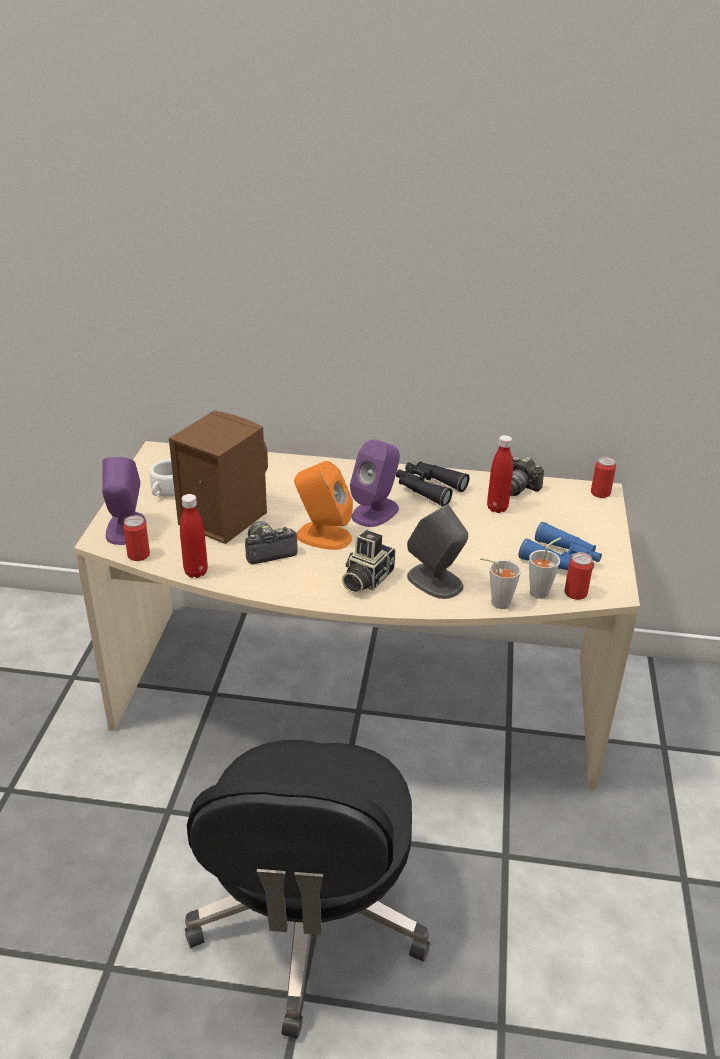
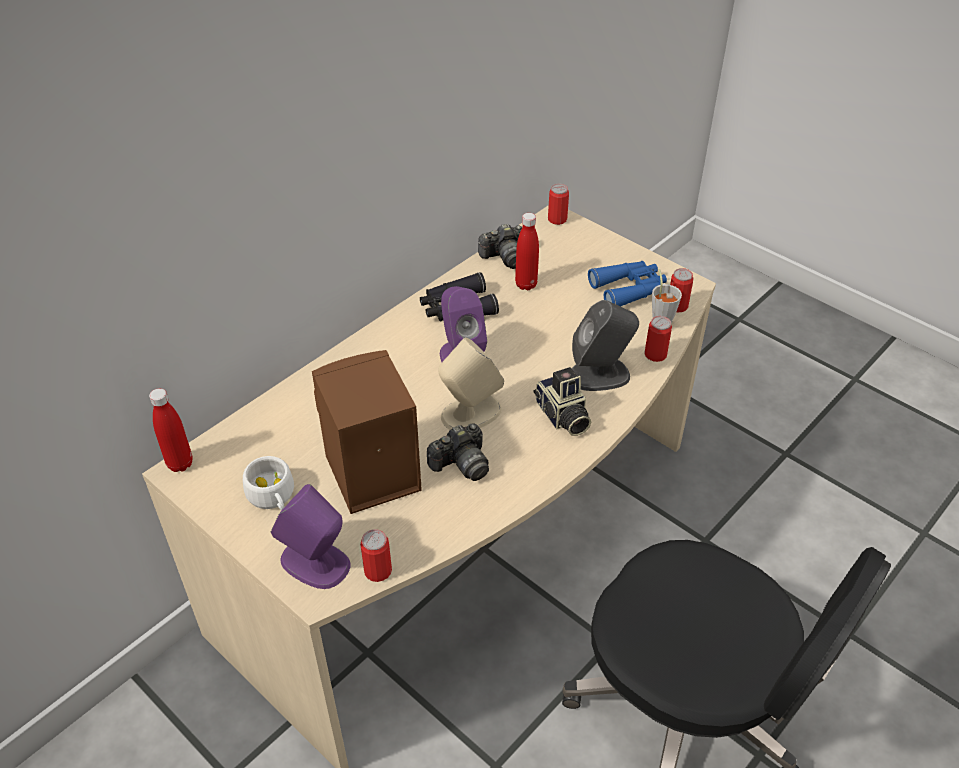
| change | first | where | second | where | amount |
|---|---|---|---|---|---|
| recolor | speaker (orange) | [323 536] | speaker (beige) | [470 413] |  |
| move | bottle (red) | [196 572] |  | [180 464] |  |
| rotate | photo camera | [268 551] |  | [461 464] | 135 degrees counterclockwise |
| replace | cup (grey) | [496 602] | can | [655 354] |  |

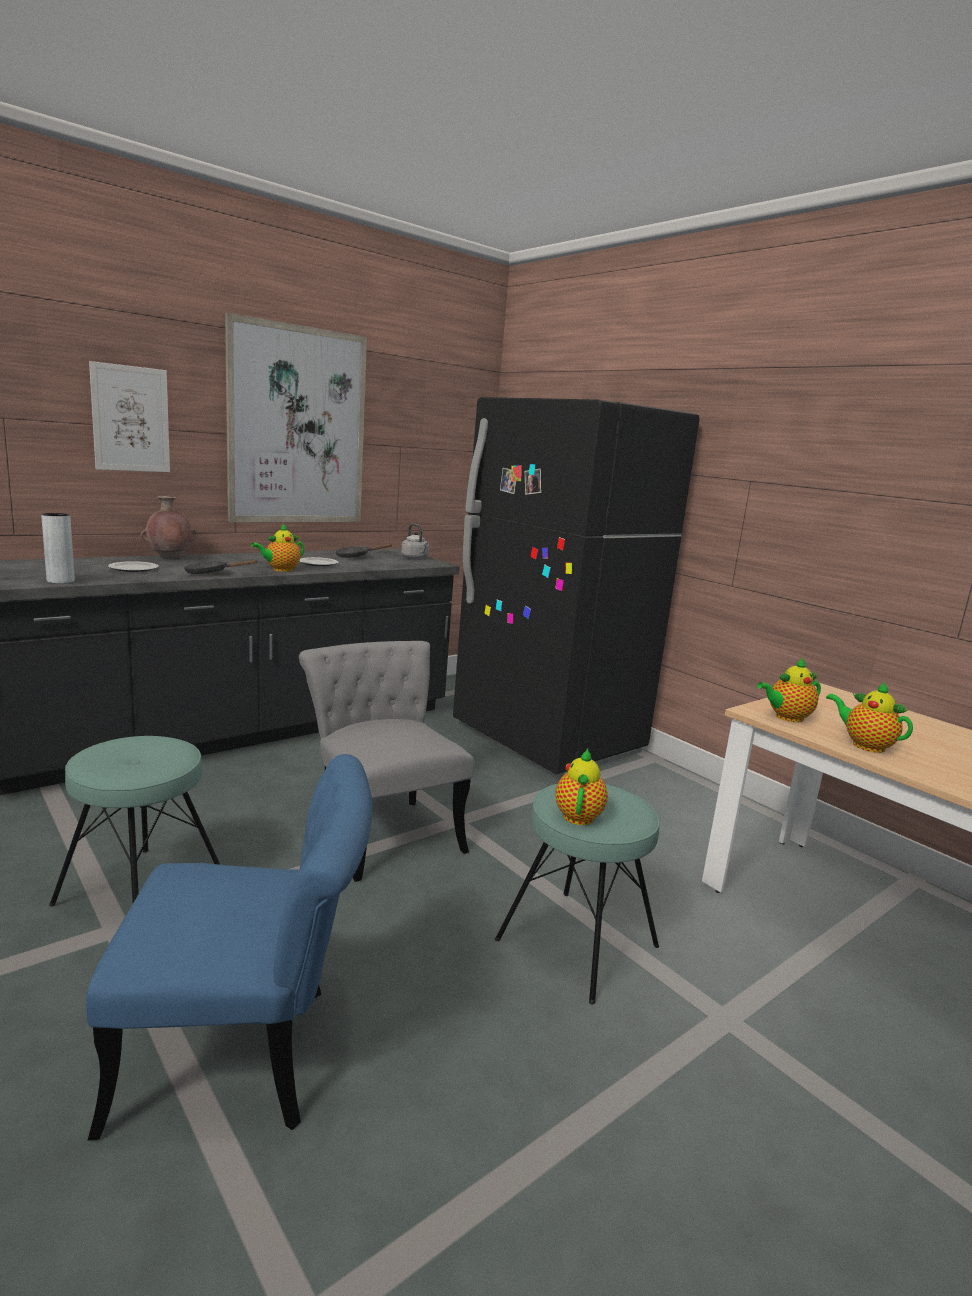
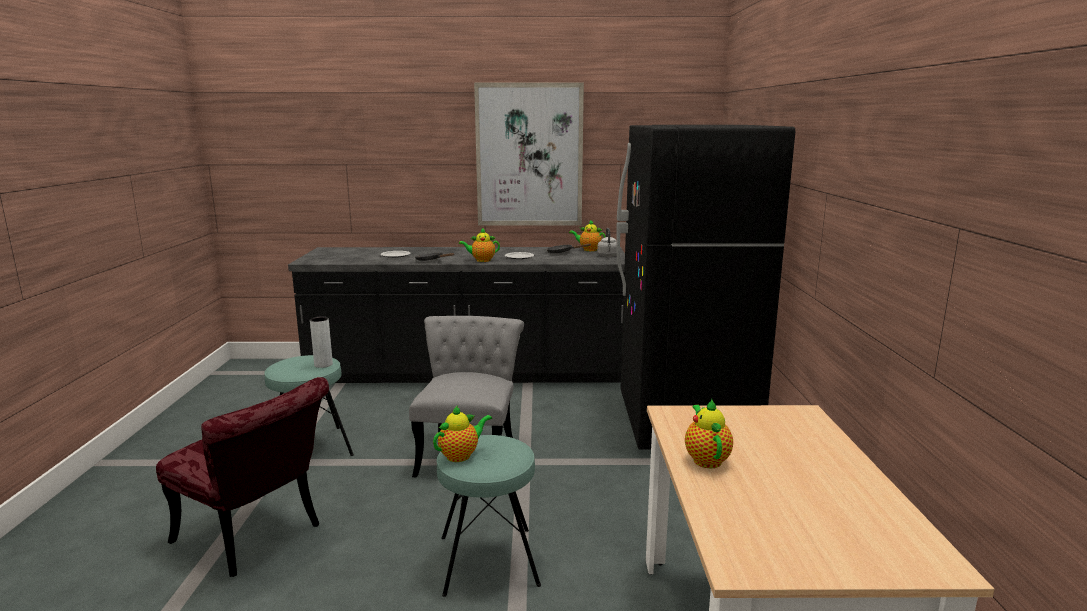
| change | first | where | second | where | amount |
|---|---|---|---|---|---|
| delete | picture | [131 419] |  |  |  |
| delete | vase (brown) | [170 558] |  |  |  |
| move | vase (grey) | [60 581] |  | [323 364] |  |
| move | teapot | [786 717] |  | [588 250] |  |
| recolor | chair (blue) | [248 1054] | chair (red) | [257 538] |  |

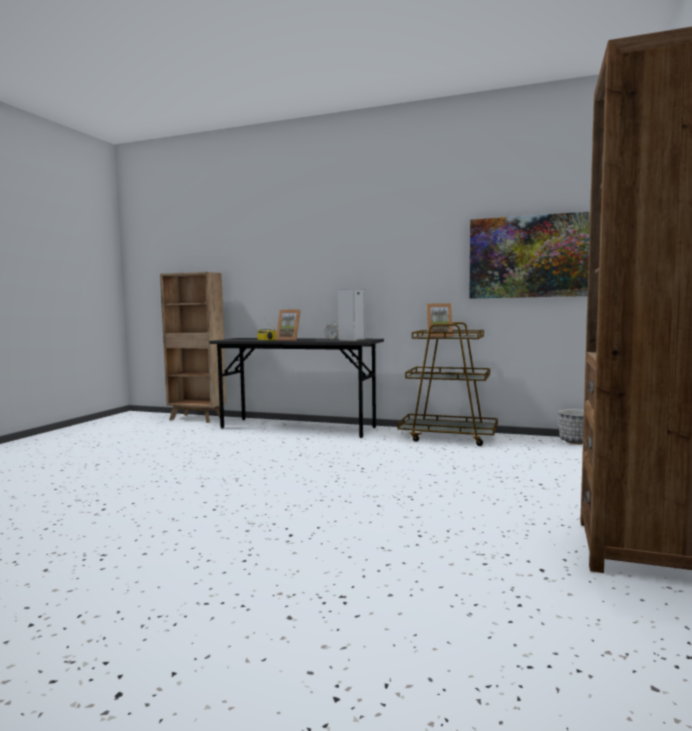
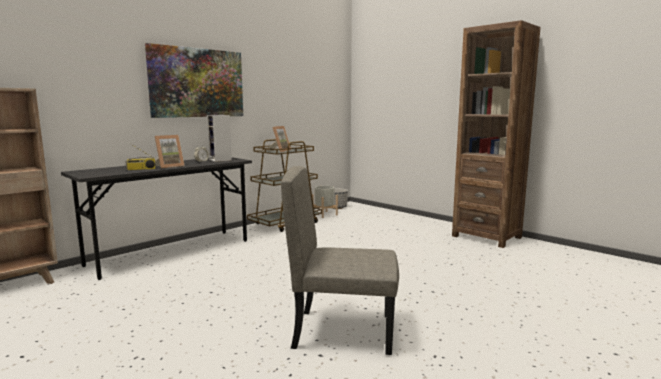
| change | first | where | second | where | amount |
|---|---|---|---|---|---|
| move | picture | [531 257] |  | [197 83] |  |
| insert |  |  | chair (beige) | [343 331] |  |
| insert |  |  | planter (grey) | [324 214] |  |

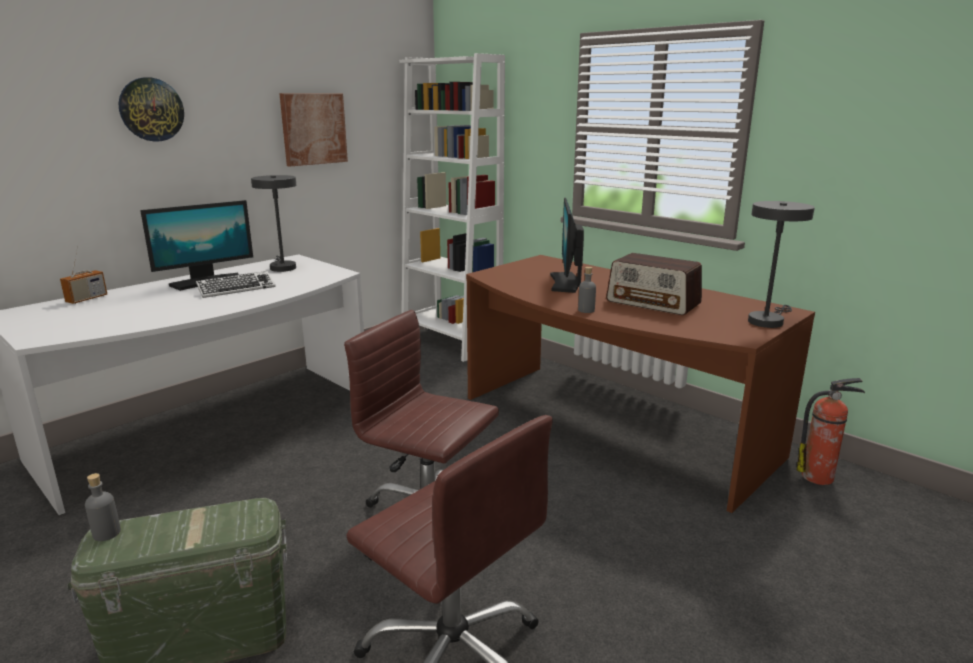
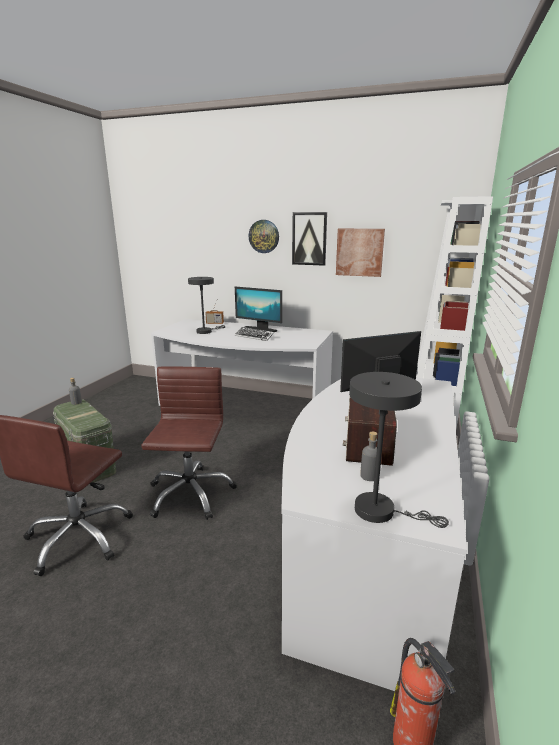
| change | first | where | second | where | amount |
|---|---|---|---|---|---|
| move | table lamp (grey) | [282 267] |  | [206 331] |  |
| recolor | desk (brown) | [608 428] | desk (white) | [369 542] |  |
| move | bottle (grey) | [586 310] |  | [369 476] |  |
| insert |  |  | picture | [309 239] |  |

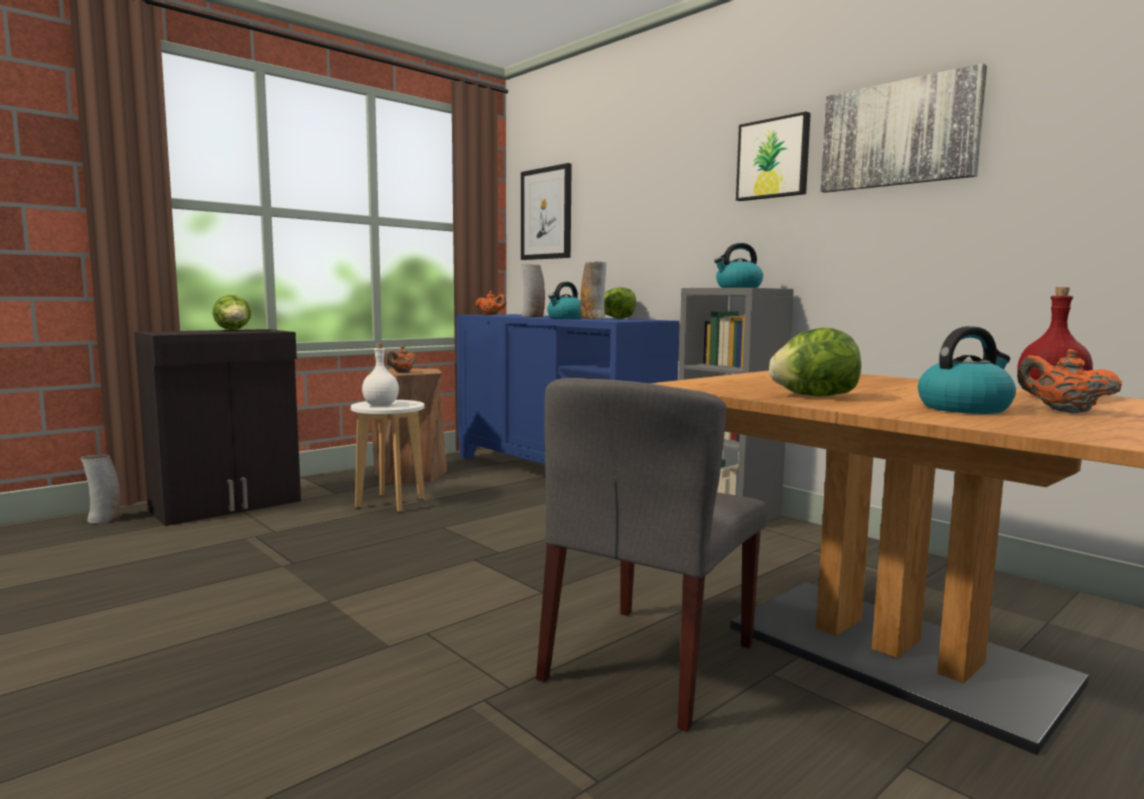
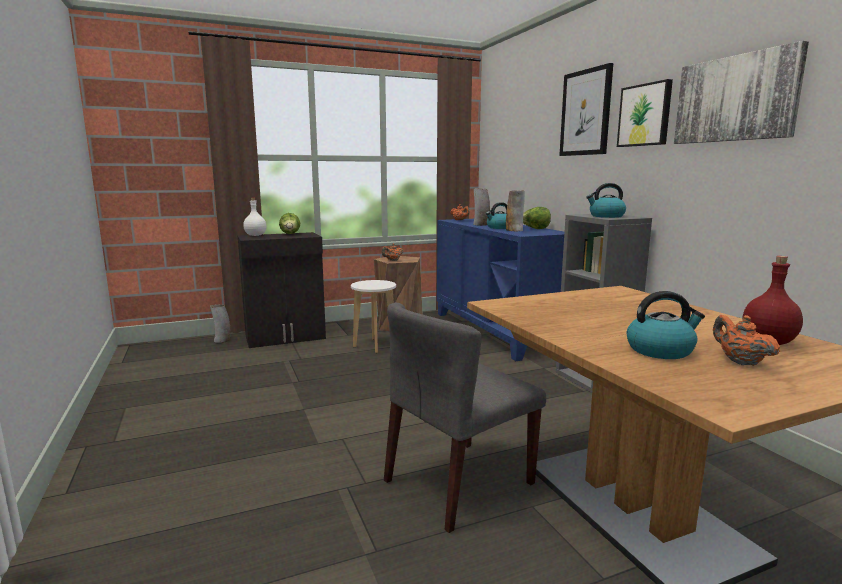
| change | first | where | second | where | amount |
|---|---|---|---|---|---|
| move | picture | [546 214] |  | [586 113] |  |
| delete | lettuce | [814 396] |  |  |  |
| move | bottle (white) | [381 405] |  | [255 235] |  |

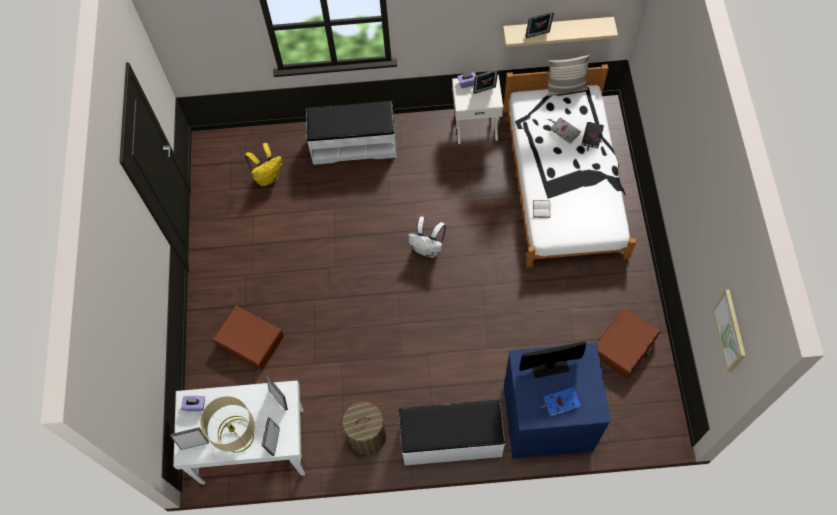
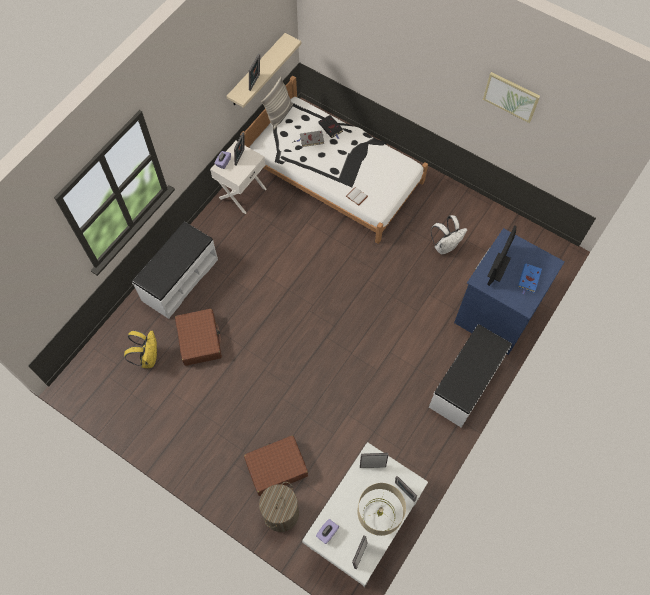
| change | first | where | second | where | amount |
|---|---|---|---|---|---|
| move | backpack (white) | [428 249] |  | [445 246] |  |
| move | picture | [730 331] |  | [511 96] |  |
| move | suitcase (brown) | [624 346] |  | [199 340] |  |
| move | laundry basket | [367 436] |  | [281 513] |  |

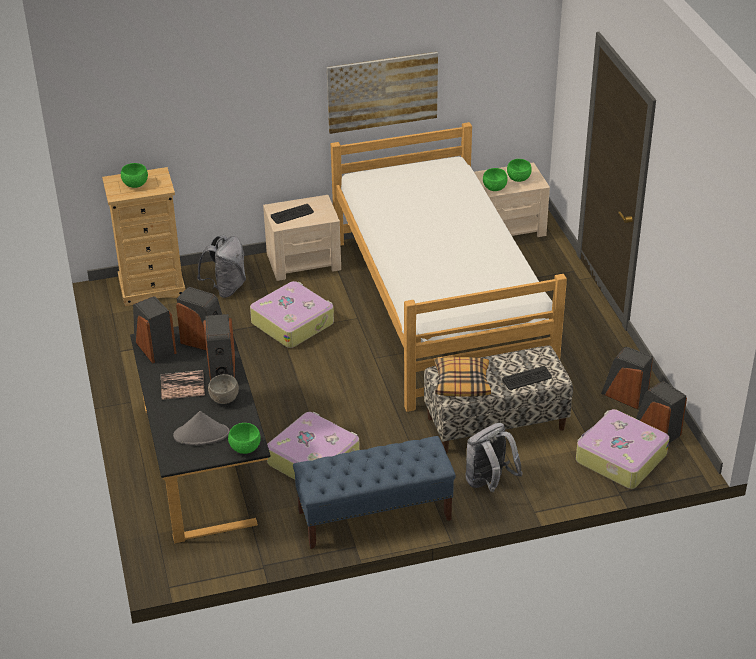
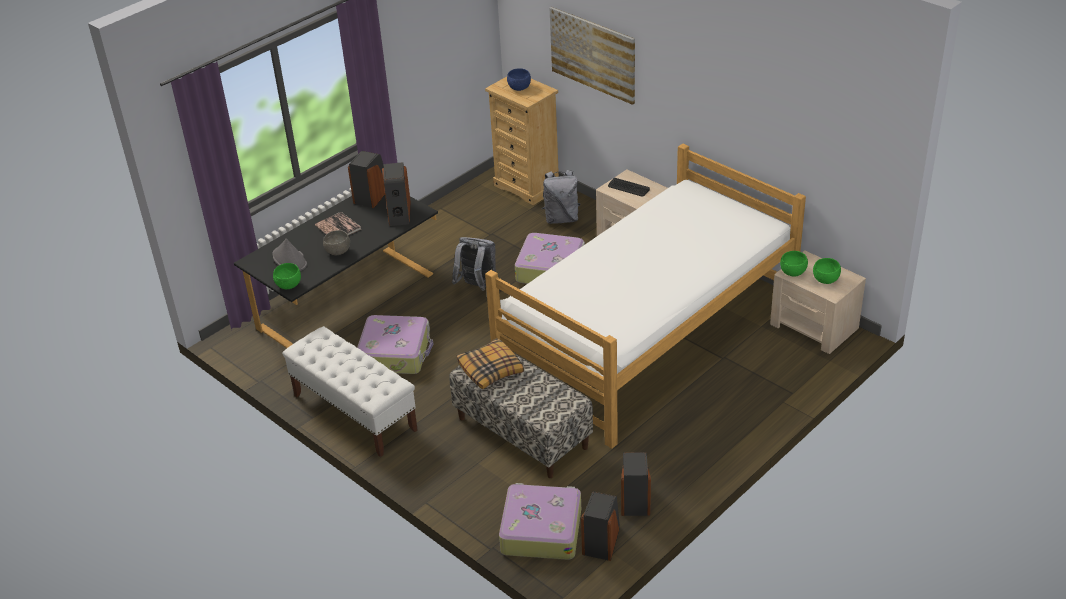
| change | first | where | second | where | amount |
|---|---|---|---|---|---|
| move | picture | [382 92] |  | [592 54] |  |
| recolor | bowl (green) | [135 185] | bowl (blue) | [519 88] |  |
| delete | speaker | [222 372] |  |  |  |
| delete | keyboard | [527 379] |  |  |  |
| move | backpack (grey) | [489 483] |  | [477 287] |  |
| recolor | bench (blue) | [374 516] | bench (white) | [354 412] |  |

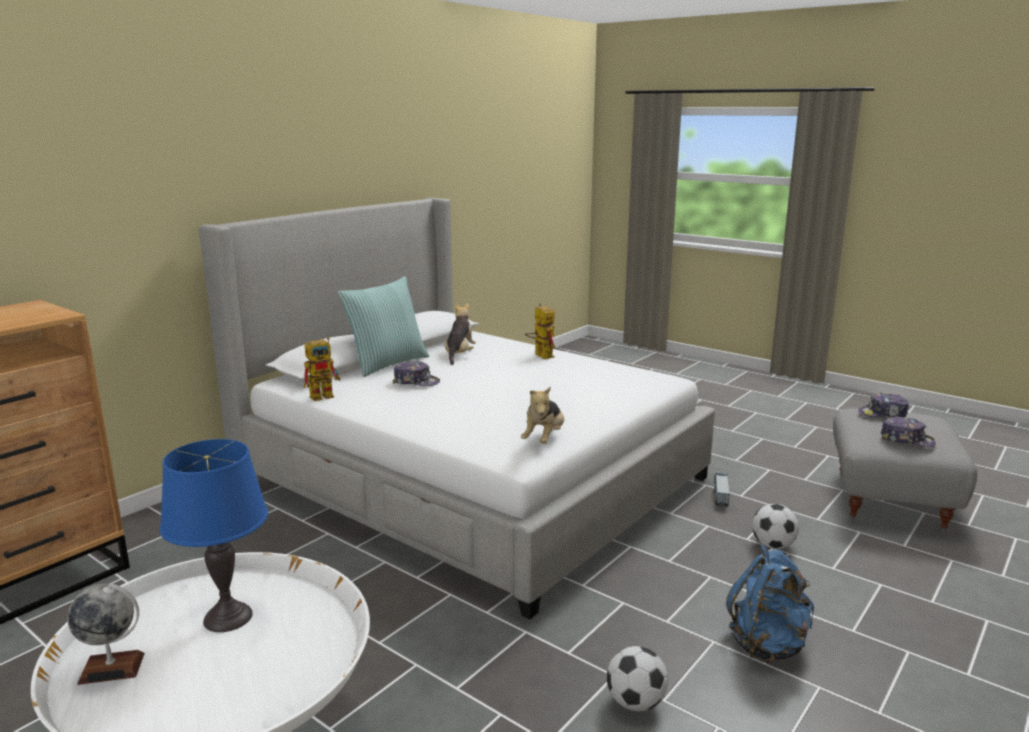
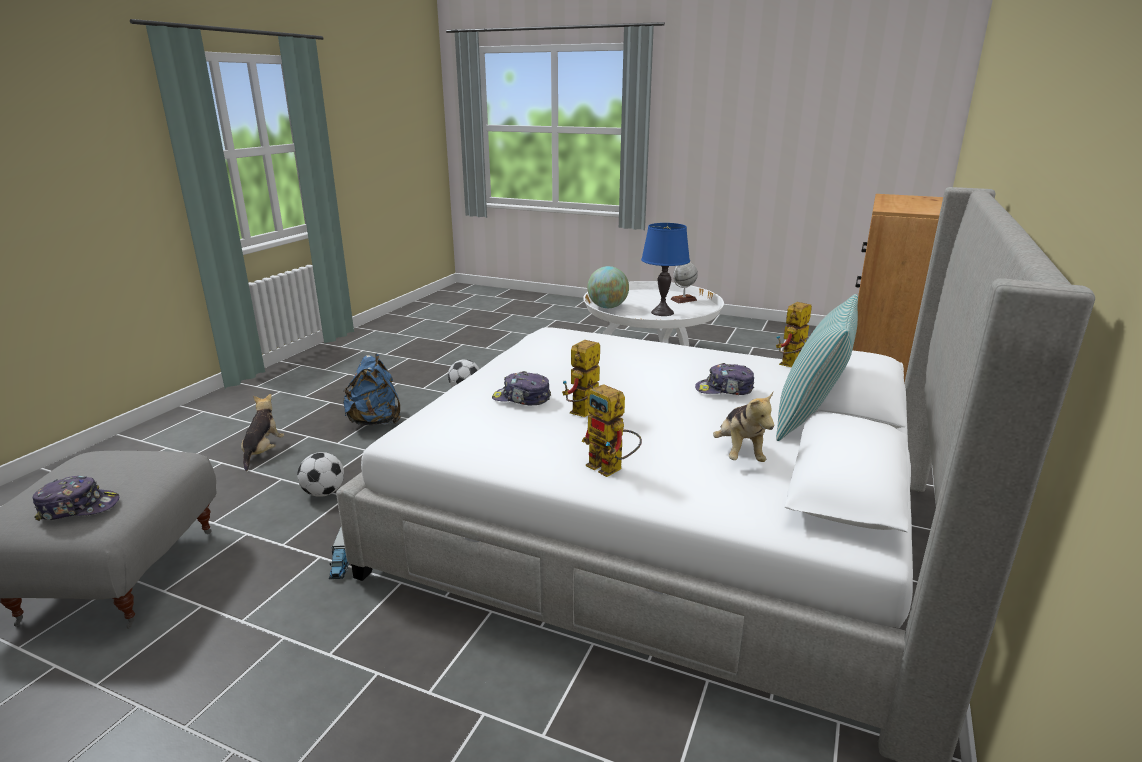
| change | first | where | second | where | amount |
|---|---|---|---|---|---|
| move | plush toy | [544 439] |  | [263 452] |  |
| move | cap | [907 440] |  | [521 399] |  |
| insert |  |  | globe | [607 307] |  |
| insert |  |  | toy robot | [583 414] |  |

